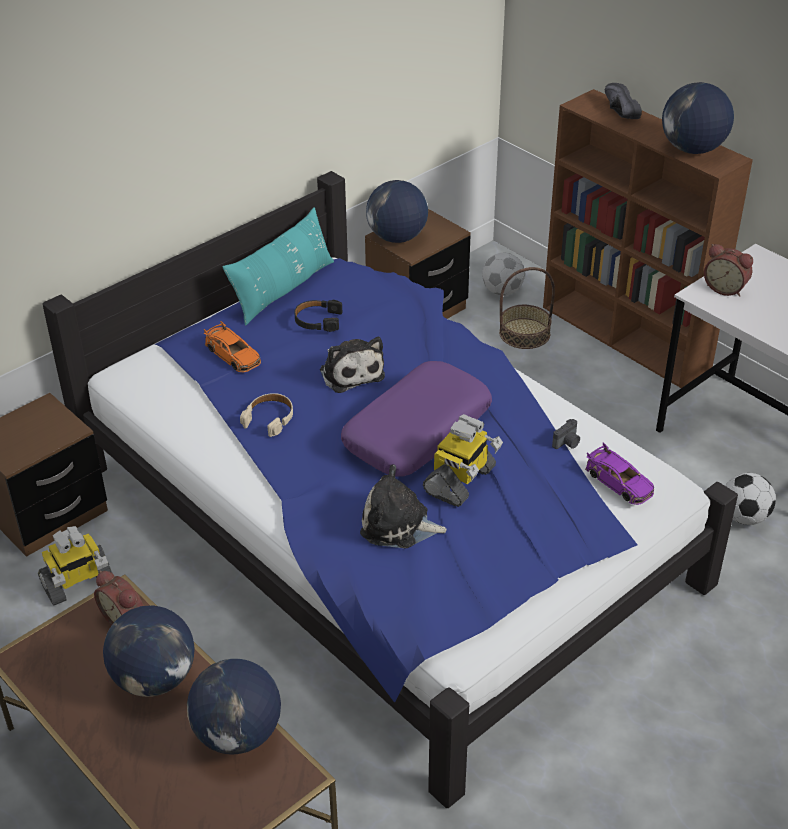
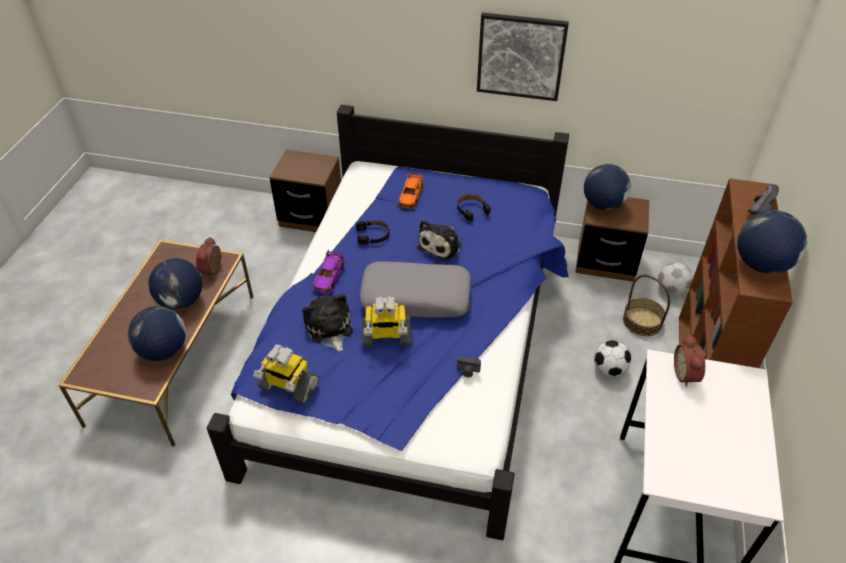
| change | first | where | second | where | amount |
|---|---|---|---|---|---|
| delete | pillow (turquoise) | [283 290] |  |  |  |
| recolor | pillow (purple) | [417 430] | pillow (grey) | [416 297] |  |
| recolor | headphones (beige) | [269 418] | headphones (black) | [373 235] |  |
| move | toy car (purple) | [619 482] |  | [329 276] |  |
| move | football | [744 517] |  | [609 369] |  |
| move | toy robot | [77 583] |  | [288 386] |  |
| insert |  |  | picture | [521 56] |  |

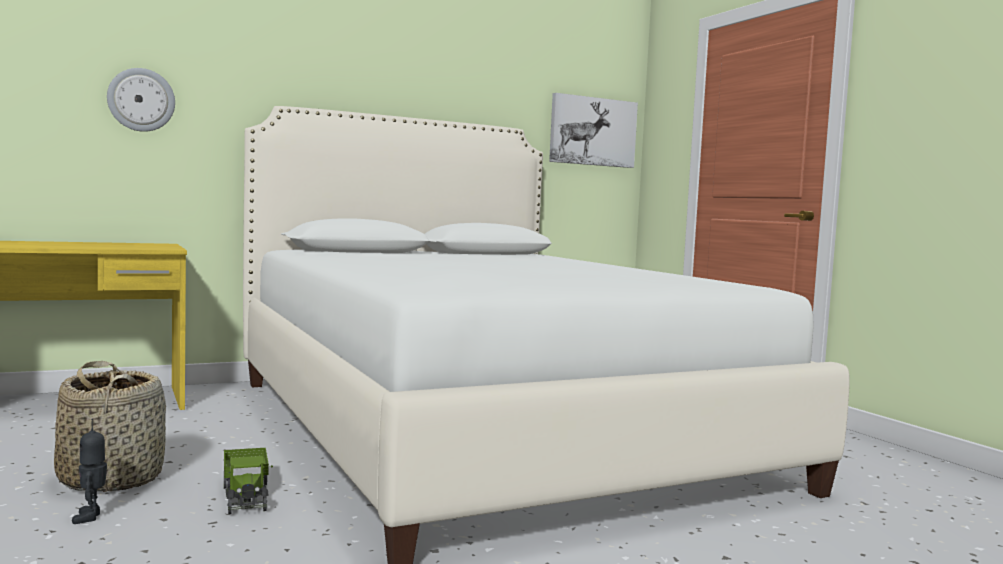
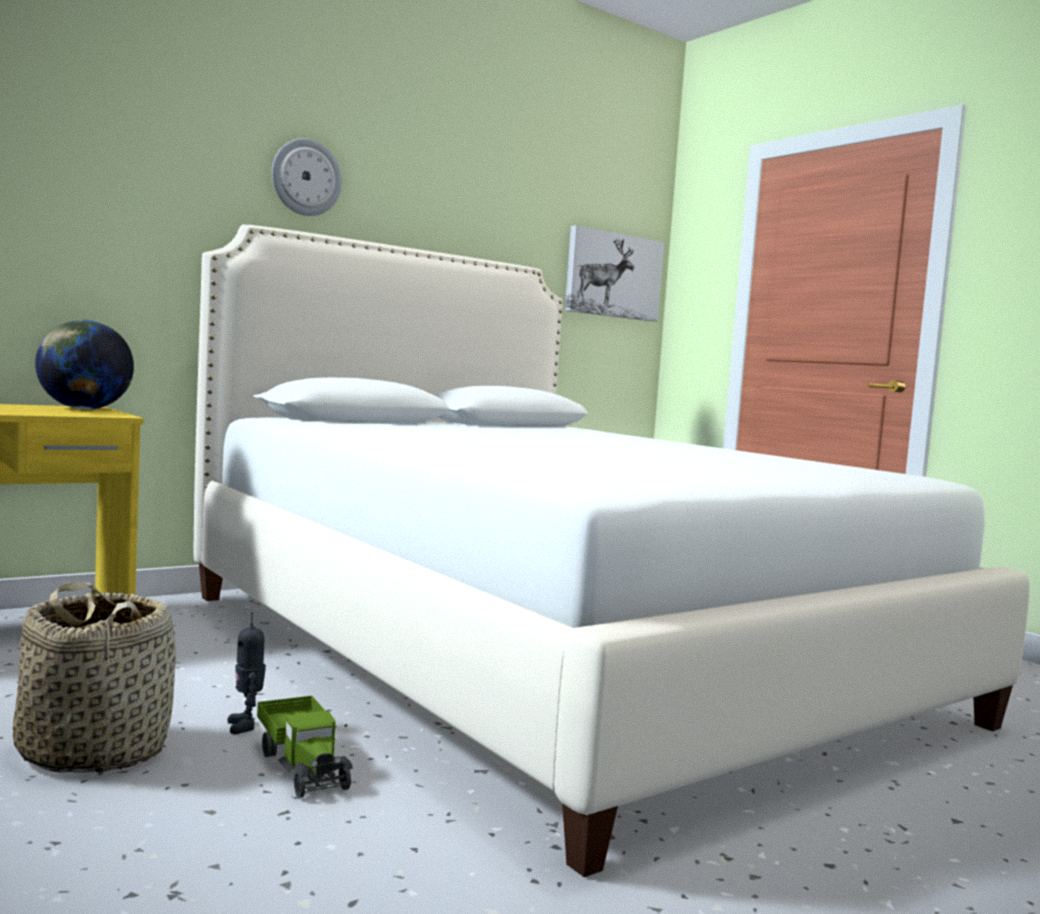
| change | first | where | second | where | amount |
|---|---|---|---|---|---|
| move | wall clock | [141 100] |  | [306 177] |  |
| move | toy robot | [91 517] |  | [245 726] |  |
| insert |  |  | globe | [83 409] |  |

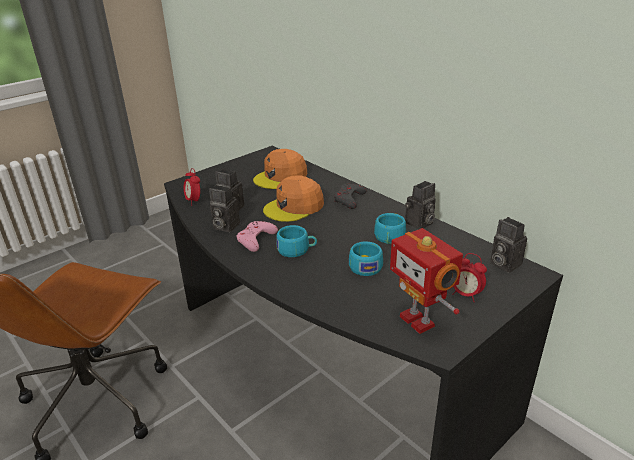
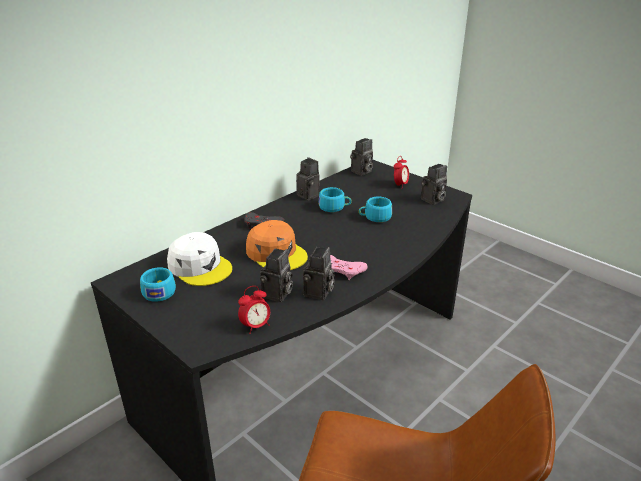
| change | first | where | second | where | amount |
|---|---|---|---|---|---|
| recolor | cap (orange) | [281 177] | cap (white) | [200 266] |  |
| move | cup (turquoise) | [297 250] |  | [160 290] |  |
| replace | toy robot | [418 320] | photo camera | [432 200] |  |

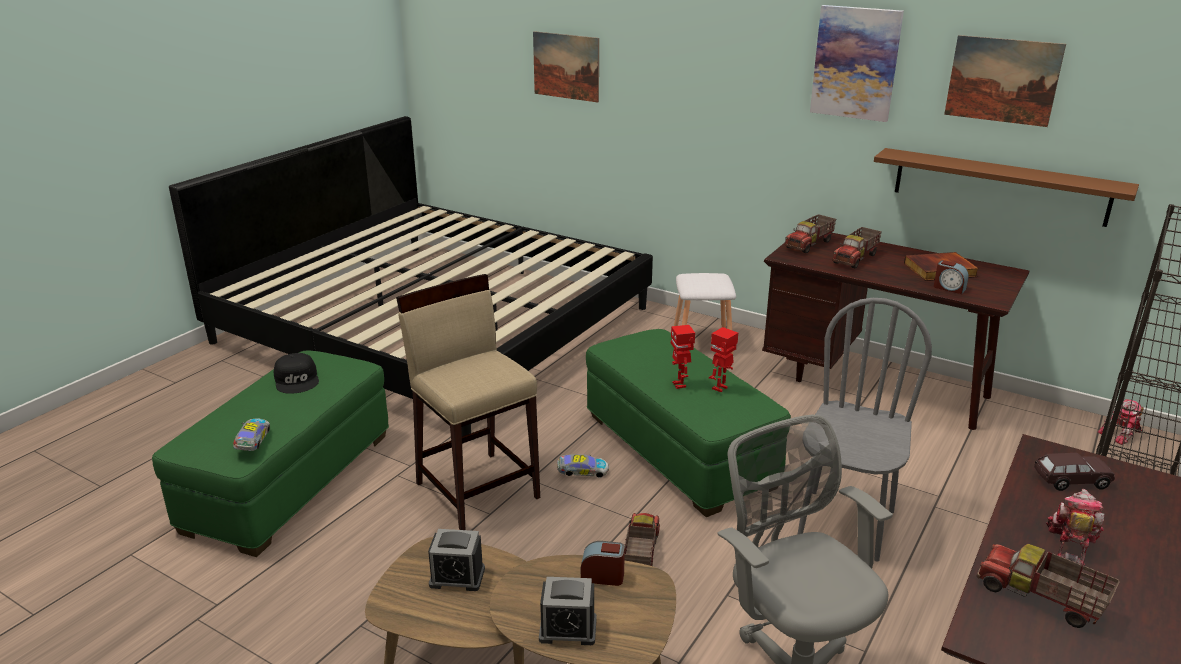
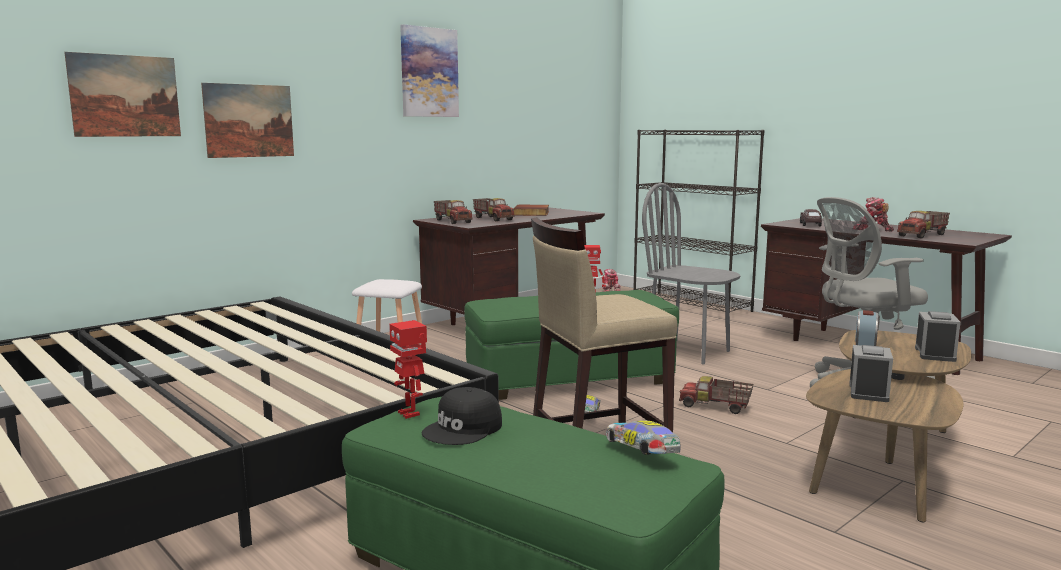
| change | first | where | second | where | amount |
|---|---|---|---|---|---|
| move | picture | [1002 80] |  | [249 121] |  |
| delete | shelf (brown) | [999 186] |  |  |  |
| delete | alarm clock | [949 288] |  |  |  |
| move | toy robot | [720 388] |  | [410 413] |  |
| rotate | cap (black) | [297 380] |  | [464 429] | 135 degrees clockwise |
| rotate | toy car | [253 443] |  | [642 453] | 45 degrees clockwise |

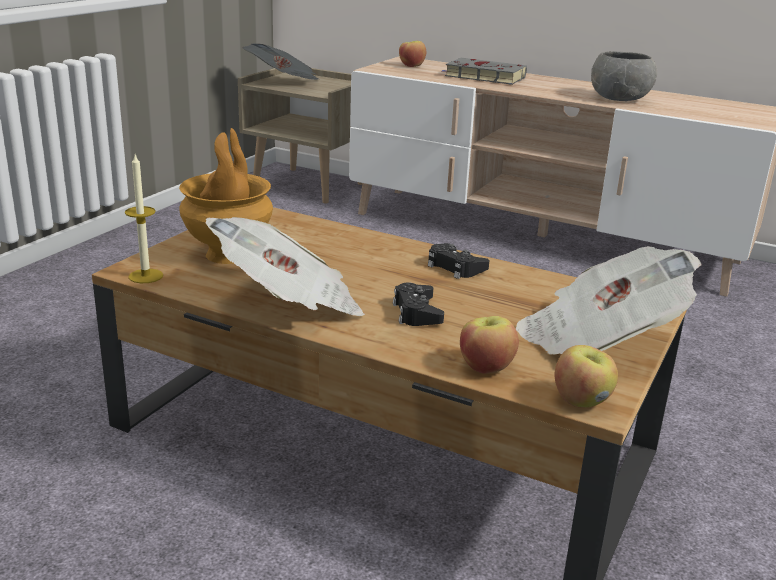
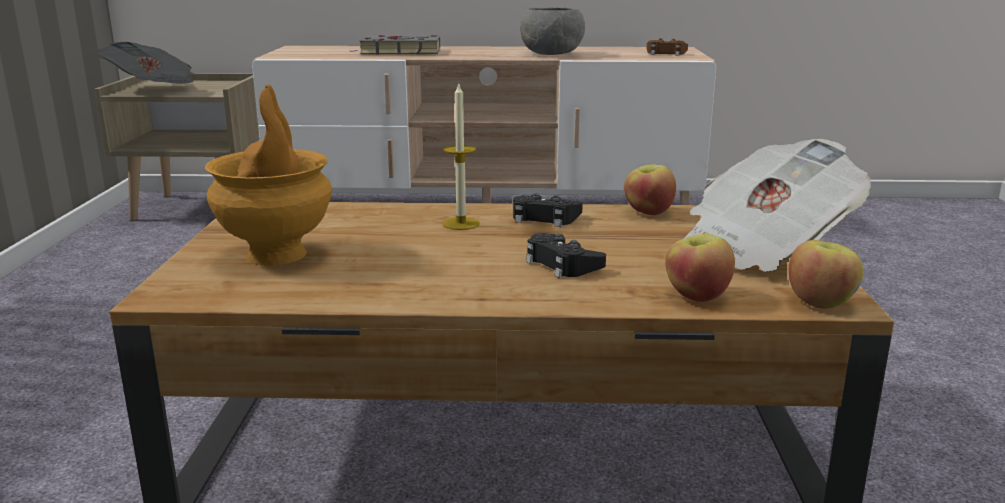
| change | first | where | second | where | amount |
|---|---|---|---|---|---|
| move | apple | [411 66] |  | [648 212] |  |
| move | candle | [145 276] |  | [461 224] |  |
| delete | newspaper | [289 303] |  |  |  |
| insert |  |  | game controller (brown) | [666 53] |  |

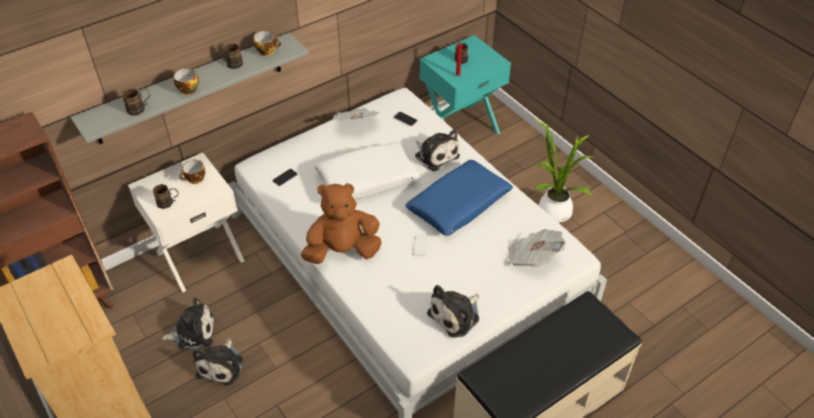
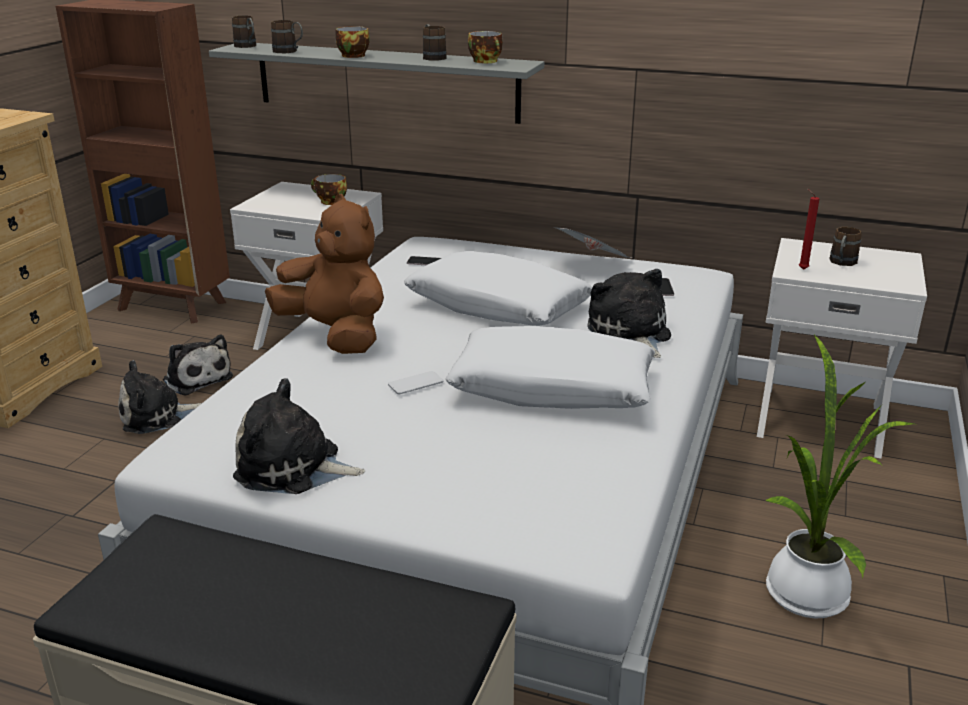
| change | first | where | second | where | amount |
|---|---|---|---|---|---|
| recolor | nightstand (turquoise) | [460 129] | nightstand (white) | [820 419] |  |
| rotate | plush toy | [435 155] |  | [630 334] | 150 degrees clockwise |
| recolor | pillow (blue) | [459 205] | pillow (white) | [552 388] |  |
| move | mug (brown) | [168 202] |  | [247 46] |  |
| delete | newspaper | [532 257] |  |  |  |

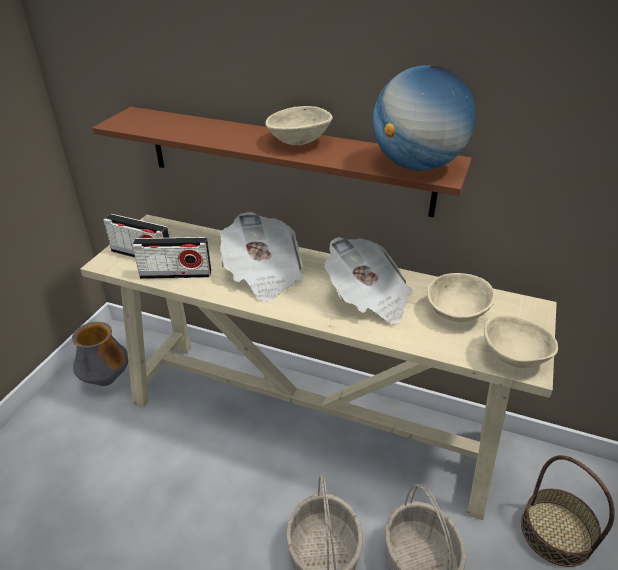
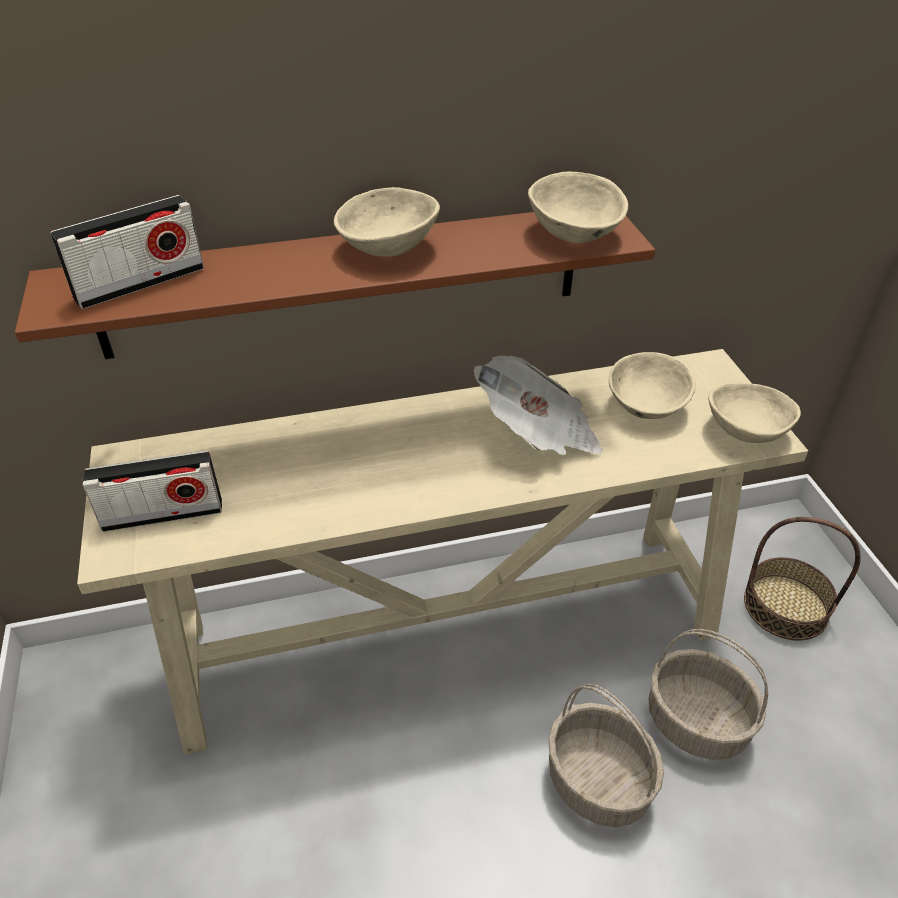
| change | first | where | second | where | amount |
|---|---|---|---|---|---|
| replace | globe | [417 165] | bowl (beige) | [574 234] |  |
| delete | newspaper | [263 275] |  |  |  |
| move | radio | [176 274] |  | [140 283] |  |
| delete | vase | [107 379] |  |  |  |

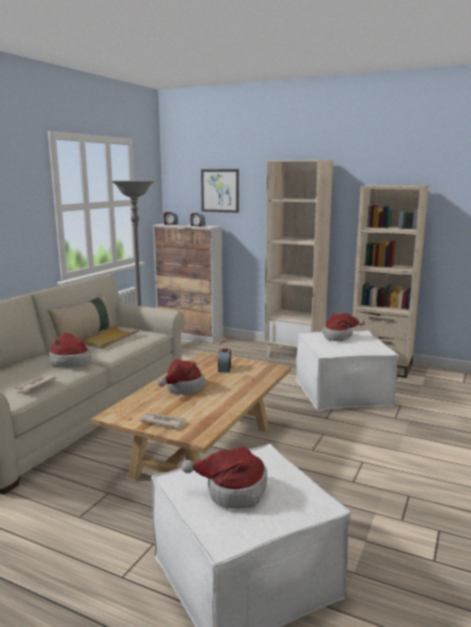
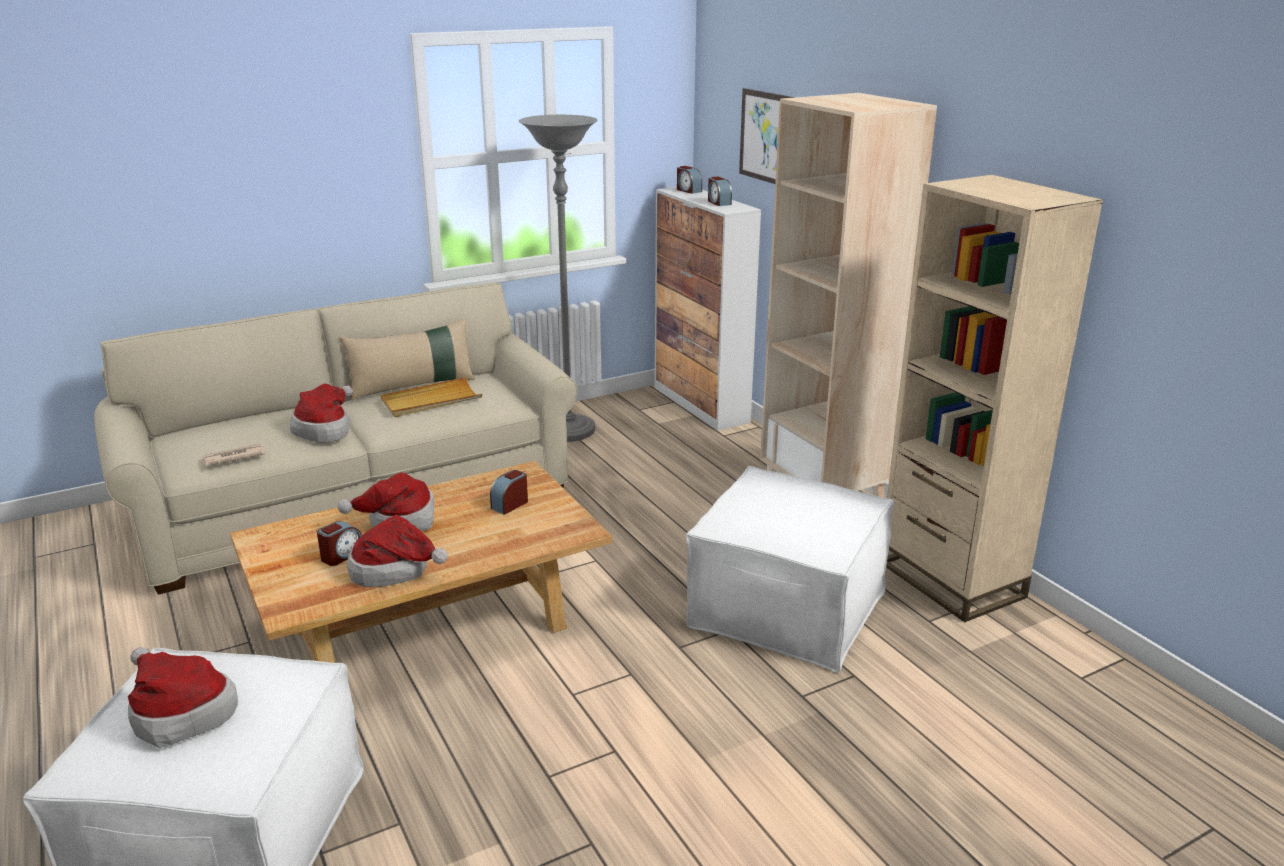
| change | first | where | second | where | amount |
|---|---|---|---|---|---|
| move | hat | [339 336] |  | [396 571] |  |
| delete | newspaper | [162 422] |  |  |  |
| insert |  |  | alarm clock | [342 555] |  |

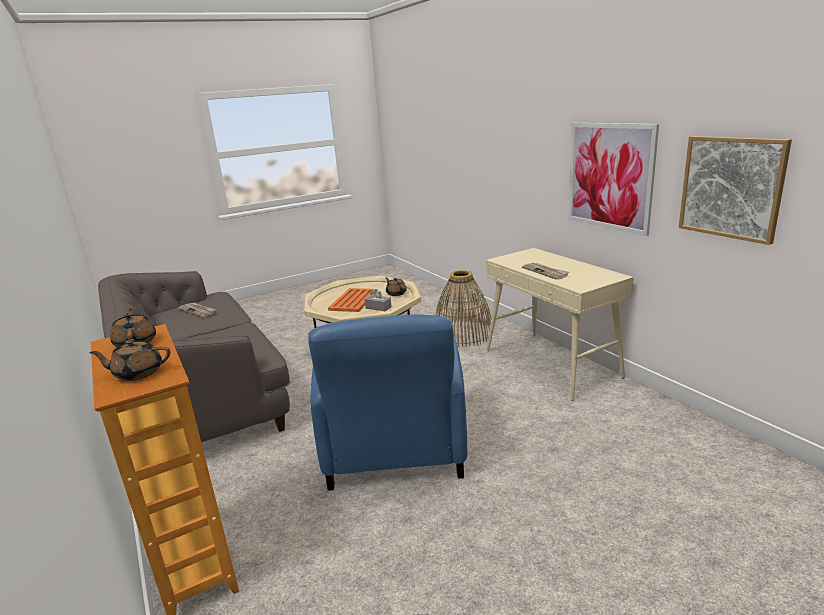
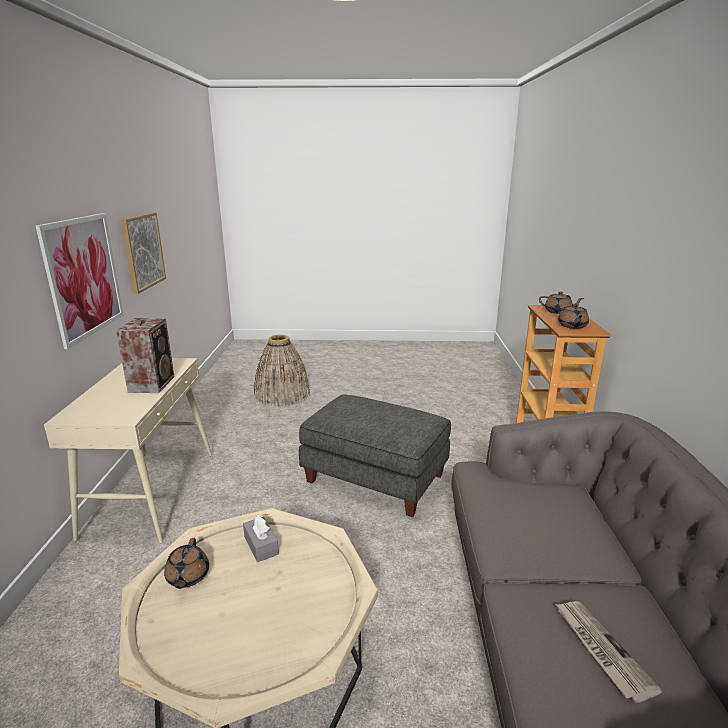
| change | first | where | second | where | amount |
|---|---|---|---|---|---|
| replace | newspaper | [545 272] | speaker | [153 383] |  |
| move | basket | [463 333] |  | [282 393] |  |
| delete | tray (orange) | [354 300] |  |  |  |
| replace | armchair (blue) | [394 446] | ottoman (grey) | [376 478] |  |

